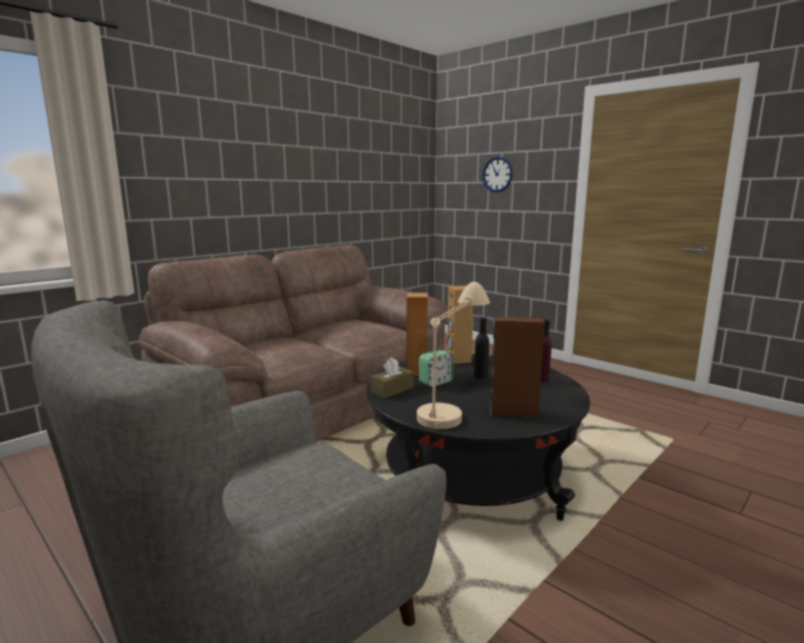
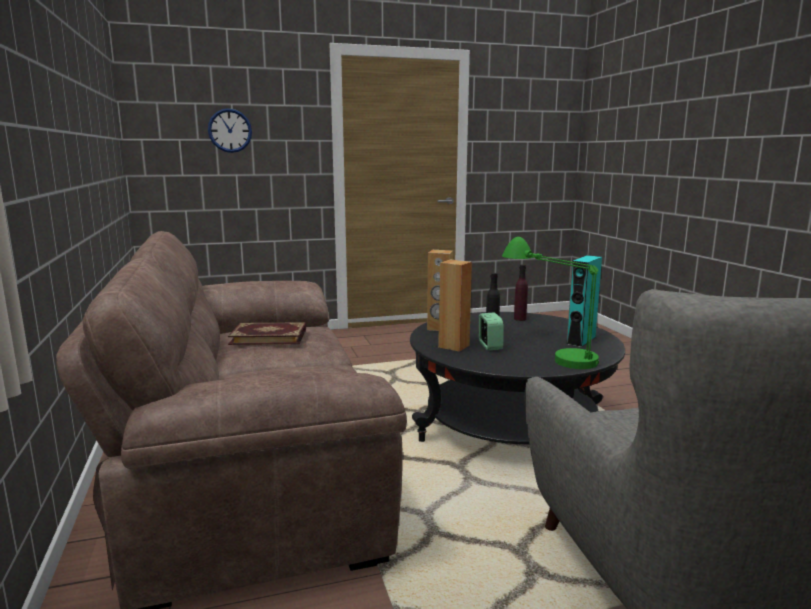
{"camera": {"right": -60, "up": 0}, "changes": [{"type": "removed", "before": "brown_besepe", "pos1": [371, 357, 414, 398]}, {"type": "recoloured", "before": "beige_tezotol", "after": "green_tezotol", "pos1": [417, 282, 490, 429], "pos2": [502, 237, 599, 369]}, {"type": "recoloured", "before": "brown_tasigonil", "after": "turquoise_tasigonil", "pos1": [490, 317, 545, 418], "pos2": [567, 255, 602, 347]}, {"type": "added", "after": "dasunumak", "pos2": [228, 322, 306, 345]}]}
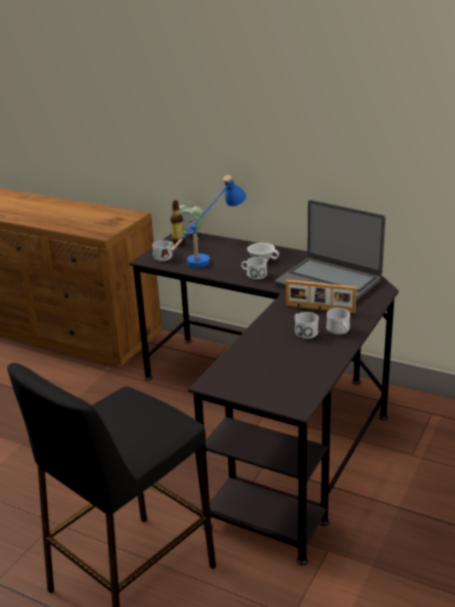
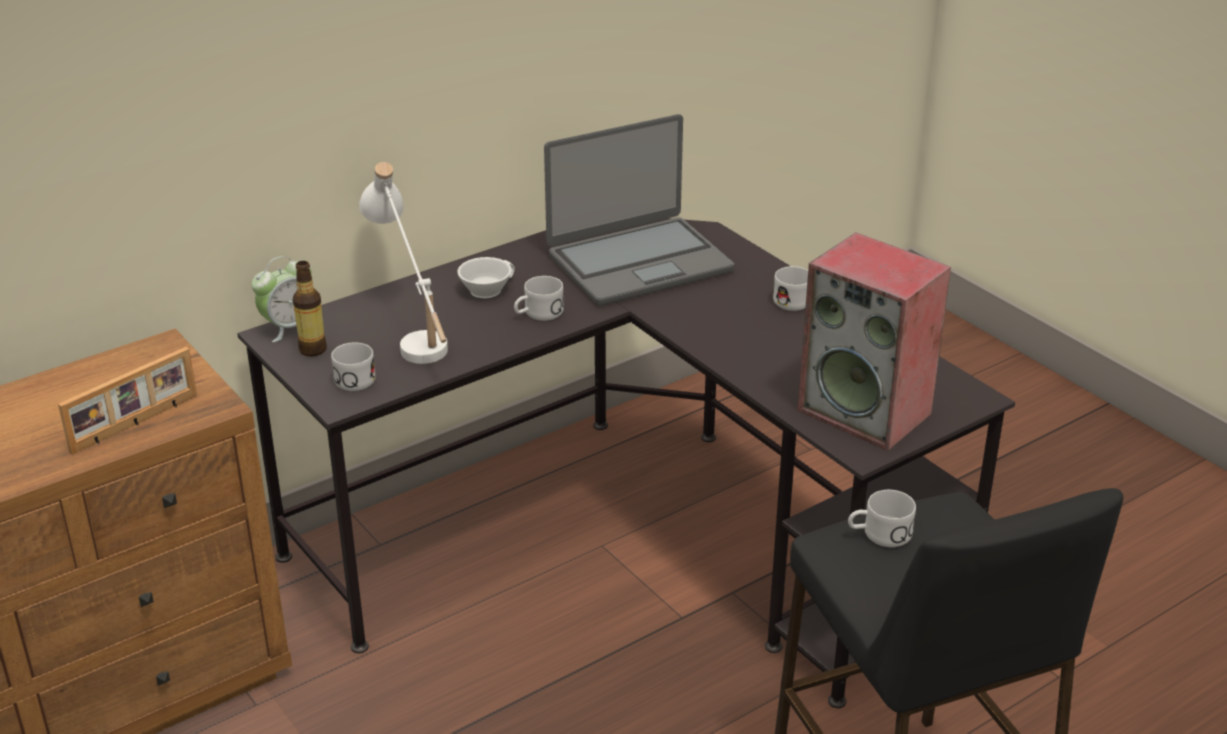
{"camera": {"right": -65, "up": 5}, "changes": [{"type": "recoloured", "before": "blue_tezotol", "after": "white_tezotol", "pos1": [171, 175, 246, 268], "pos2": [359, 162, 448, 364]}, {"type": "moved", "before": "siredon", "pos1": [286, 280, 356, 313], "pos2": [58, 347, 197, 455]}, {"type": "moved", "before": "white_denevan", "pos1": [294, 312, 319, 339], "pos2": [848, 490, 916, 547]}, {"type": "added", "after": "tasigonil", "pos2": [798, 232, 951, 451]}]}
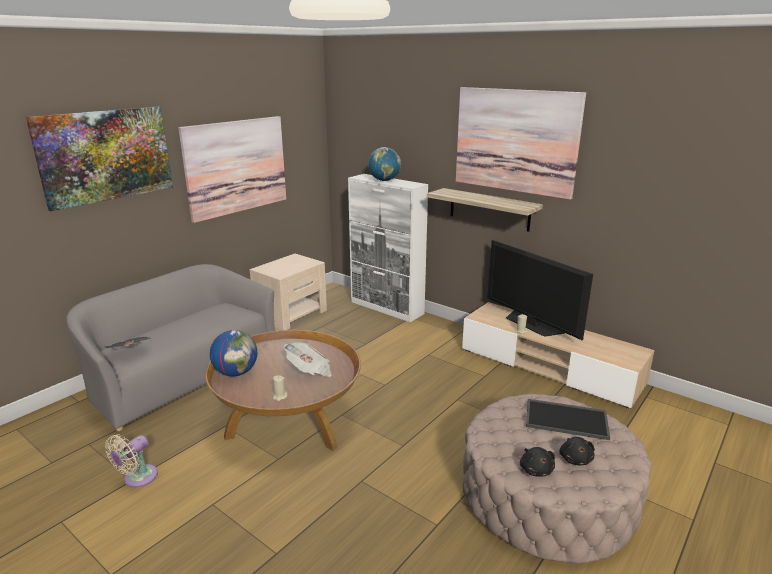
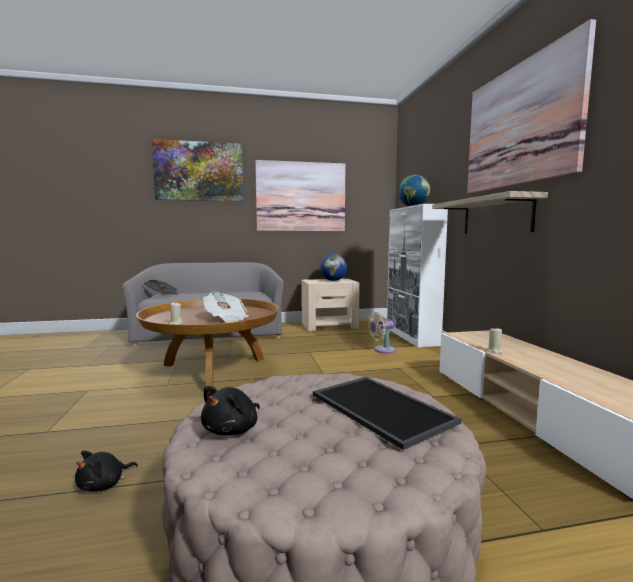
{"camera": {"right": 40, "up": -15}, "changes": [{"type": "moved", "before": "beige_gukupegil", "pos1": [105, 434, 158, 488], "pos2": [368, 312, 396, 353]}, {"type": "moved", "before": "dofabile", "pos1": [210, 330, 257, 376], "pos2": [320, 254, 347, 281]}, {"type": "removed", "before": "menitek", "pos1": [487, 240, 593, 340]}, {"type": "moved", "before": "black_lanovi", "pos1": [559, 437, 595, 465], "pos2": [75, 450, 138, 491]}]}
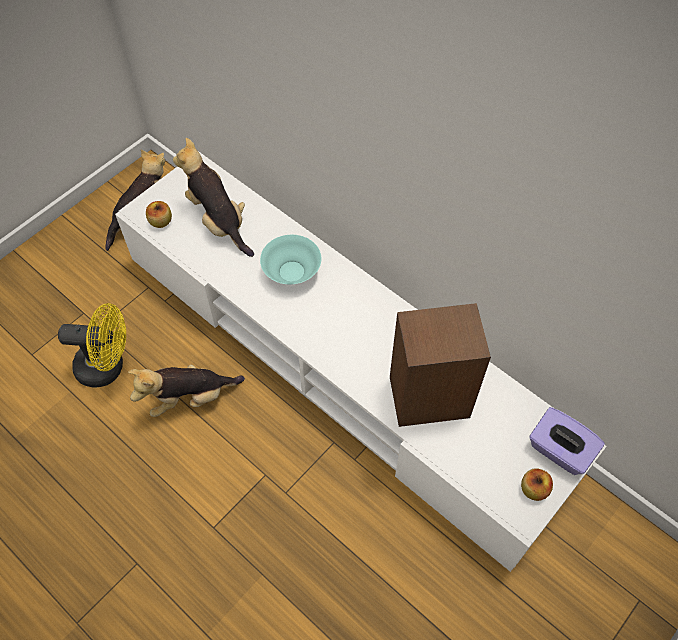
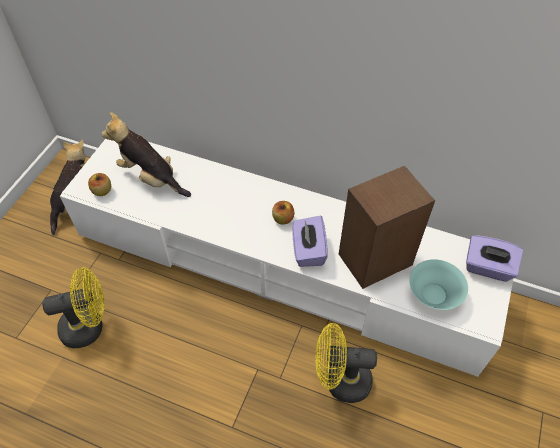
{"camera": {"right": -20, "up": -5}, "changes": [{"type": "removed", "before": "lanovi", "pos1": [128, 365, 245, 417]}, {"type": "moved", "before": "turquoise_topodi", "pos1": [260, 235, 321, 284], "pos2": [409, 259, 468, 310]}, {"type": "moved", "before": "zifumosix", "pos1": [521, 468, 553, 501], "pos2": [272, 201, 295, 224]}, {"type": "added", "after": "purple_besepe", "pos2": [292, 216, 328, 267]}, {"type": "added", "after": "yellow_gukupegil", "pos2": [315, 323, 377, 403]}]}
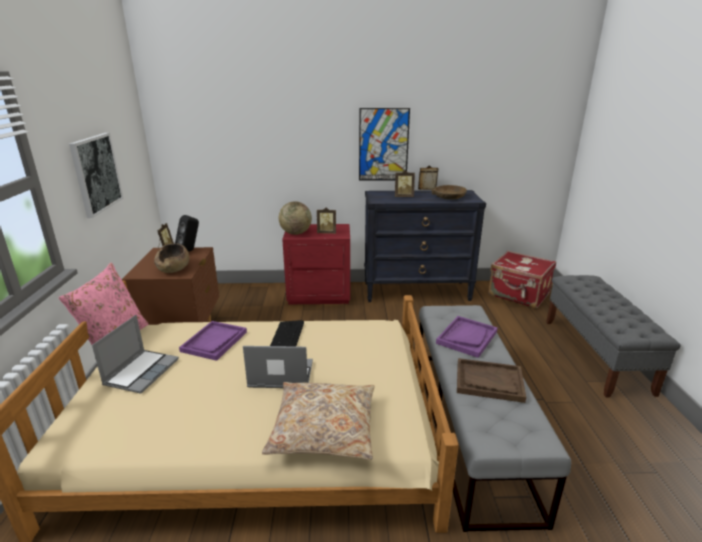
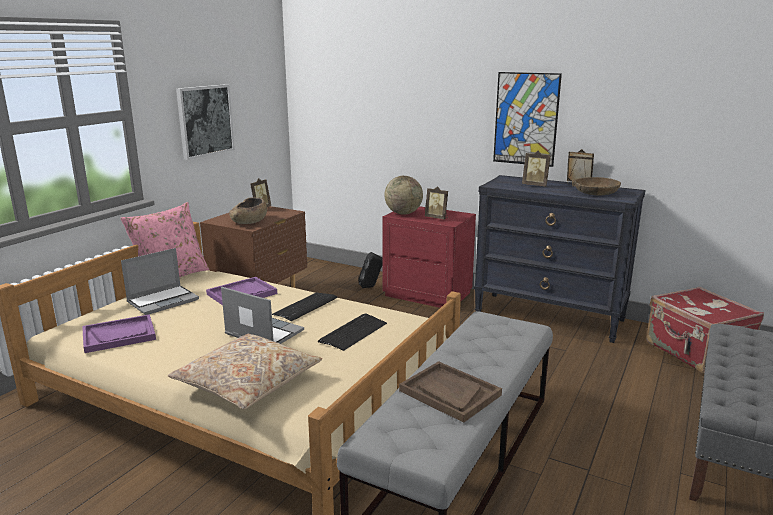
{"camera": {"right": 30, "up": -5}, "changes": [{"type": "moved", "before": "black_tasigonil", "pos1": [175, 215, 199, 252], "pos2": [358, 252, 382, 288]}, {"type": "moved", "before": "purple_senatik", "pos1": [436, 316, 498, 358], "pos2": [82, 314, 156, 353]}, {"type": "added", "after": "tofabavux", "pos2": [318, 313, 387, 351]}]}
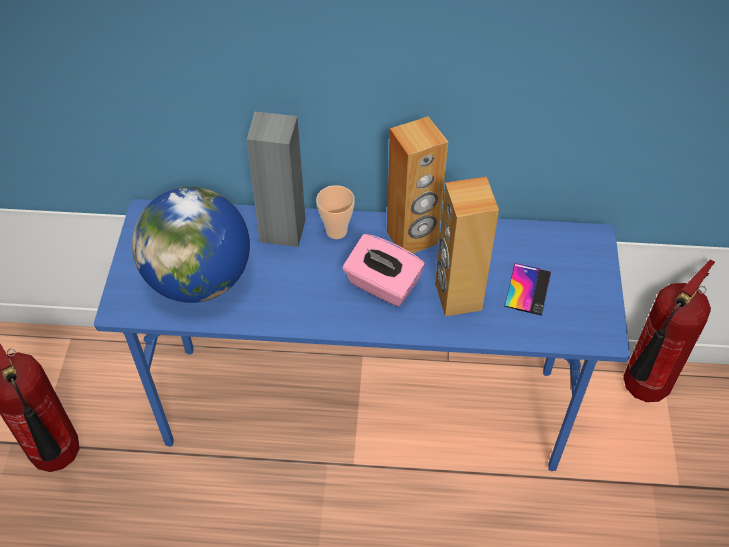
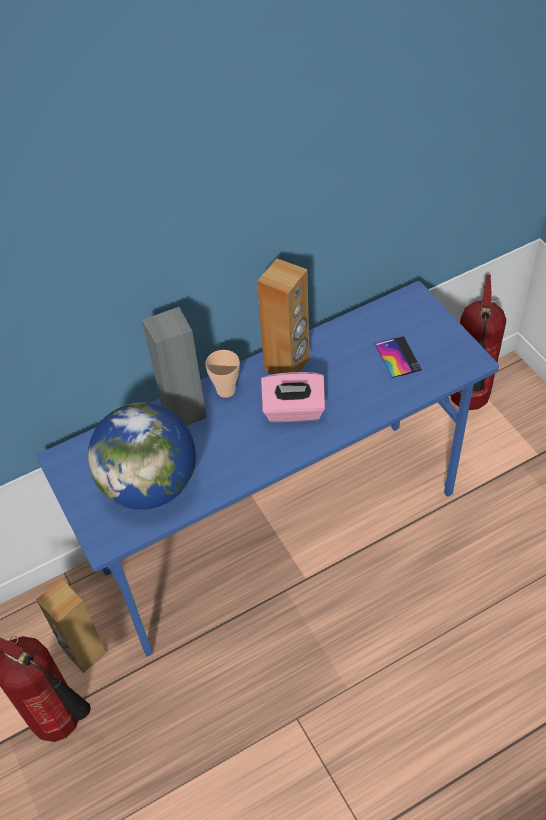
{"camera": {"right": -30, "up": 0}, "changes": [{"type": "moved", "before": "brown_tasigonil", "pos1": [435, 177, 499, 317], "pos2": [36, 579, 106, 673]}]}
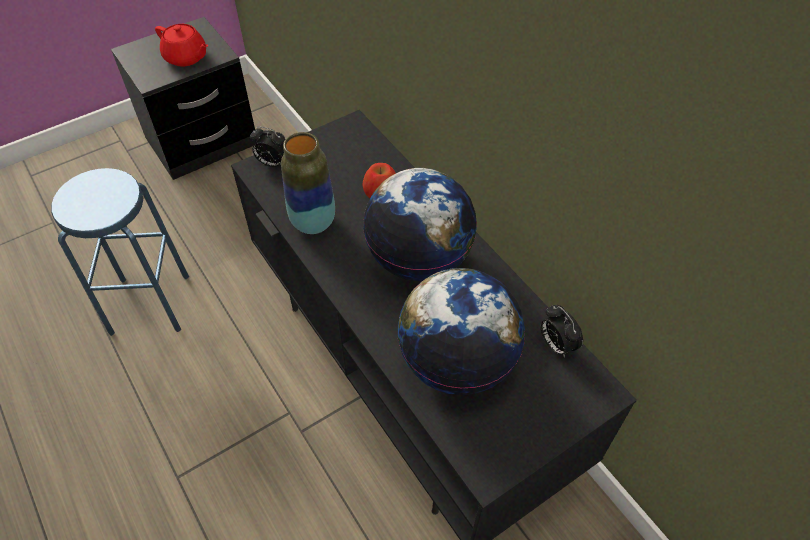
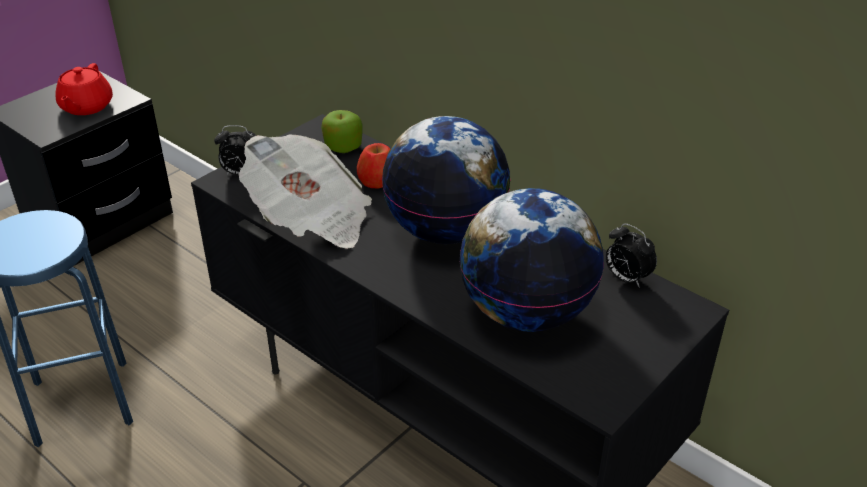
{"camera": {"right": -15, "up": -15}, "changes": [{"type": "turned", "before": "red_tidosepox", "pos1": [155, 24, 208, 67], "pos2": [56, 63, 113, 115], "turn": 75}, {"type": "replaced", "before": "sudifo", "after": "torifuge", "pos1": [281, 132, 335, 234], "pos2": [238, 134, 372, 249]}, {"type": "added", "after": "zifumosix", "pos2": [321, 110, 363, 153]}]}
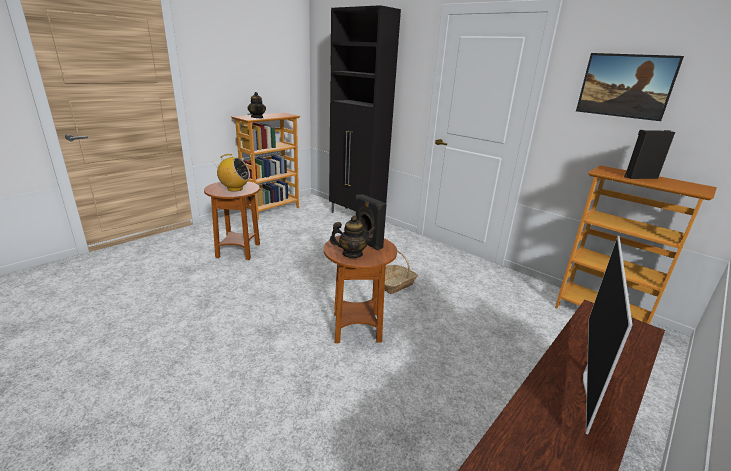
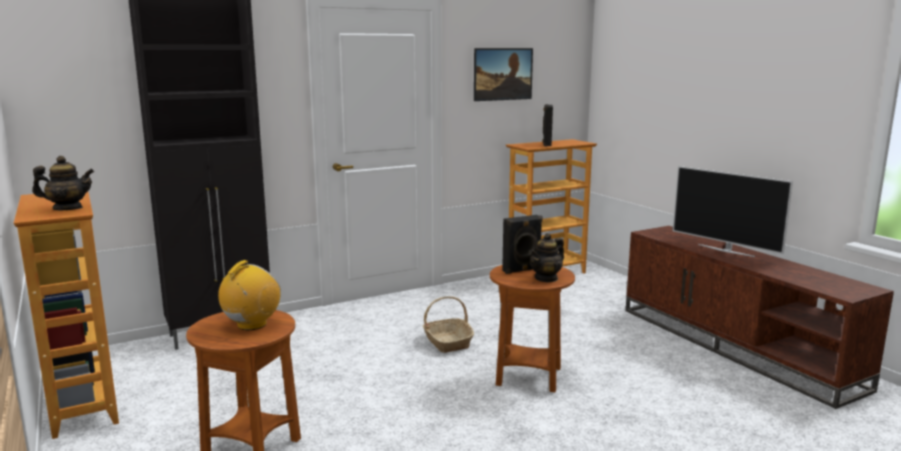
{"camera": {"right": -70, "up": -10}, "changes": [{"type": "turned", "before": "tidosepox", "pos1": [330, 216, 377, 258], "pos2": [529, 233, 564, 283], "turn": -150}]}
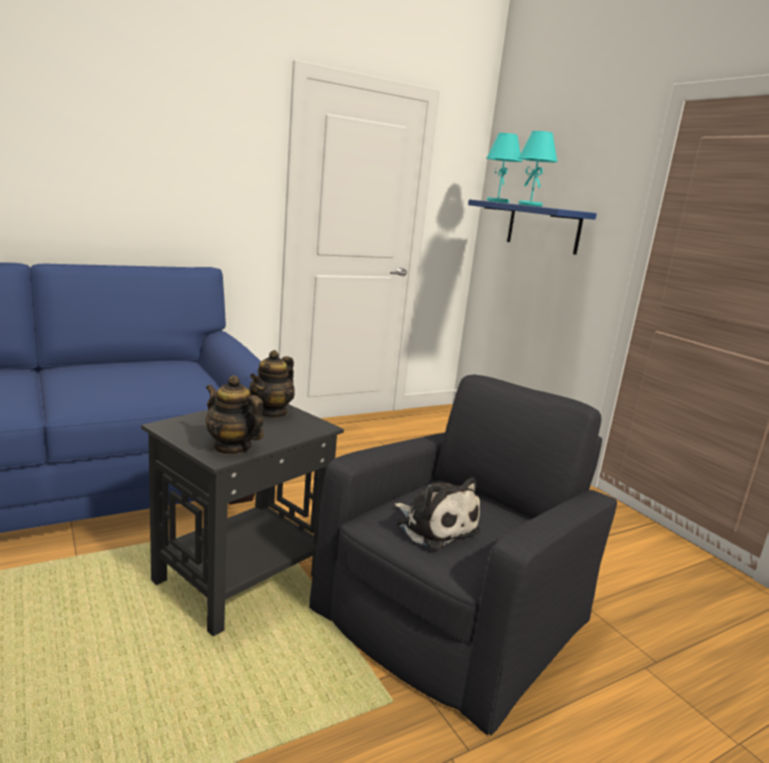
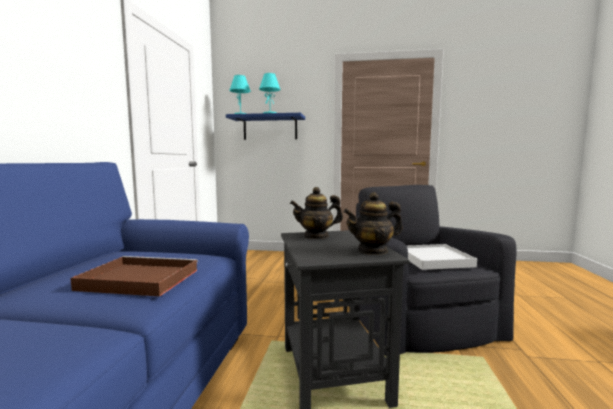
{"camera": {"right": -50, "up": -10}, "changes": [{"type": "turned", "before": "tidosepox", "pos1": [249, 350, 295, 419], "pos2": [290, 187, 343, 239], "turn": 105}, {"type": "replaced", "before": "lanovi", "after": "white_senatik", "pos1": [395, 477, 481, 550], "pos2": [406, 244, 477, 270]}, {"type": "added", "after": "brown_senatik", "pos2": [70, 256, 198, 297]}]}
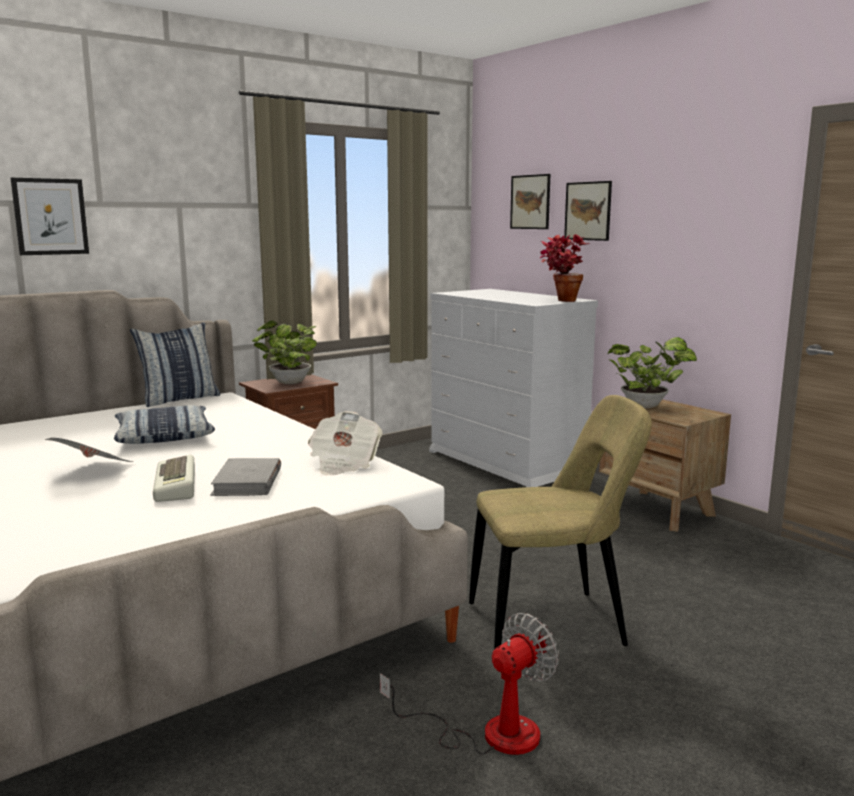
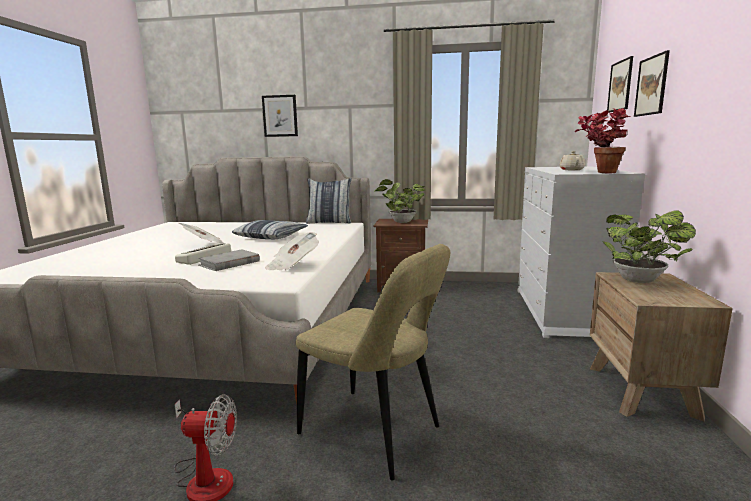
{"camera": {"right": 45, "up": 0}, "changes": [{"type": "added", "after": "beige_tidosepox", "pos2": [560, 151, 585, 170]}]}
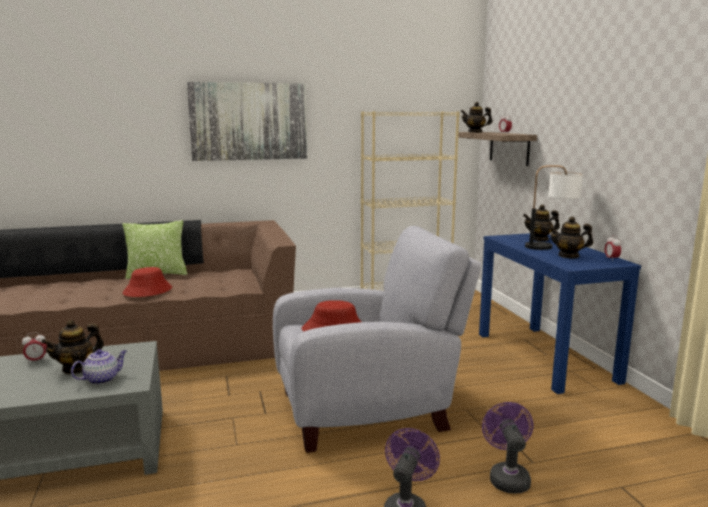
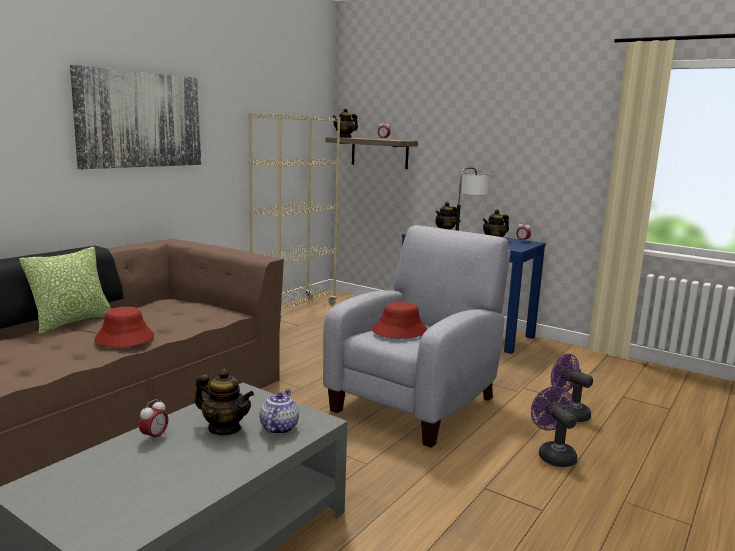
{"camera": {"right": -40, "up": 0}, "changes": [{"type": "turned", "before": "tidosepox", "pos1": [41, 320, 104, 374], "pos2": [195, 369, 254, 435], "turn": -75}]}
